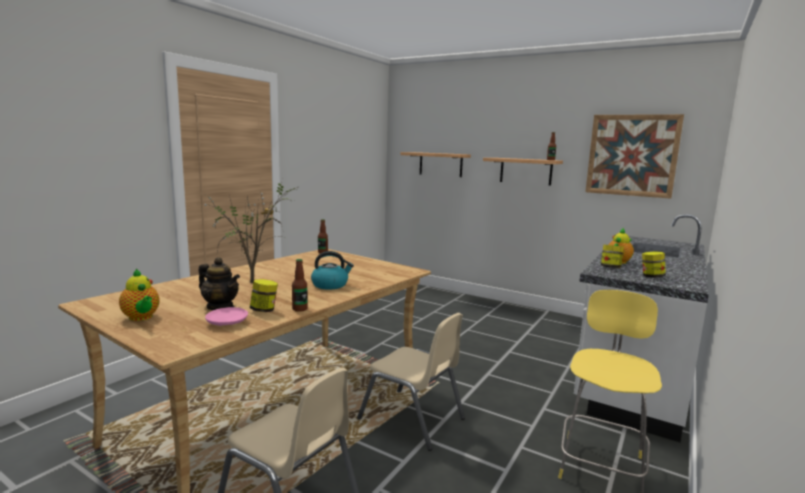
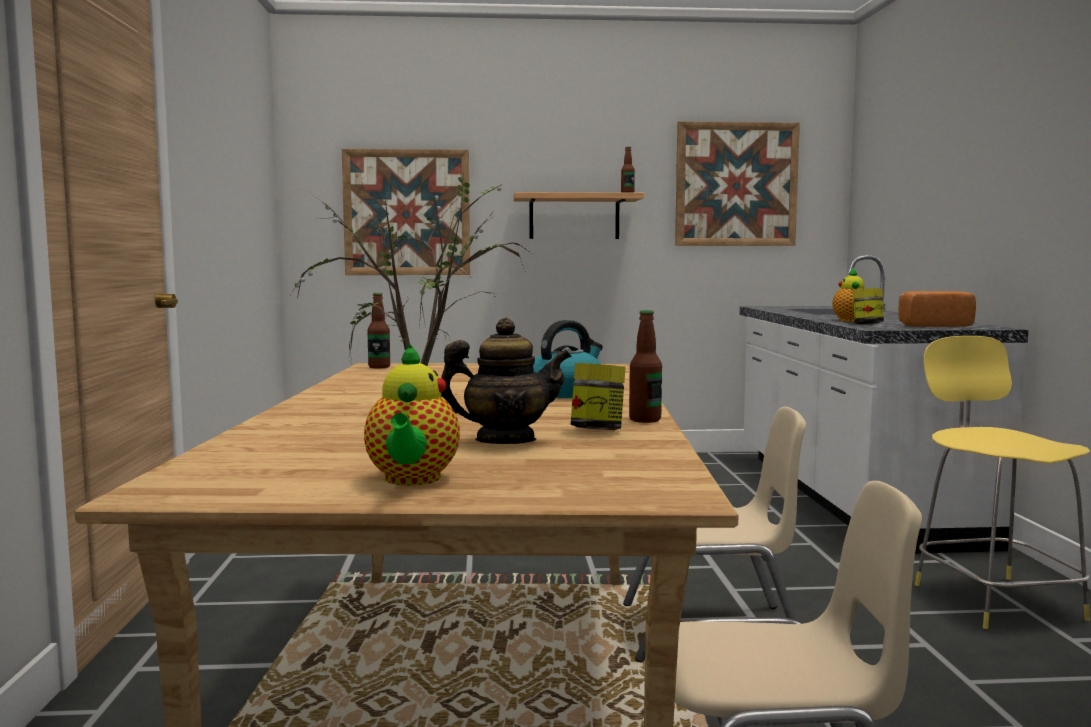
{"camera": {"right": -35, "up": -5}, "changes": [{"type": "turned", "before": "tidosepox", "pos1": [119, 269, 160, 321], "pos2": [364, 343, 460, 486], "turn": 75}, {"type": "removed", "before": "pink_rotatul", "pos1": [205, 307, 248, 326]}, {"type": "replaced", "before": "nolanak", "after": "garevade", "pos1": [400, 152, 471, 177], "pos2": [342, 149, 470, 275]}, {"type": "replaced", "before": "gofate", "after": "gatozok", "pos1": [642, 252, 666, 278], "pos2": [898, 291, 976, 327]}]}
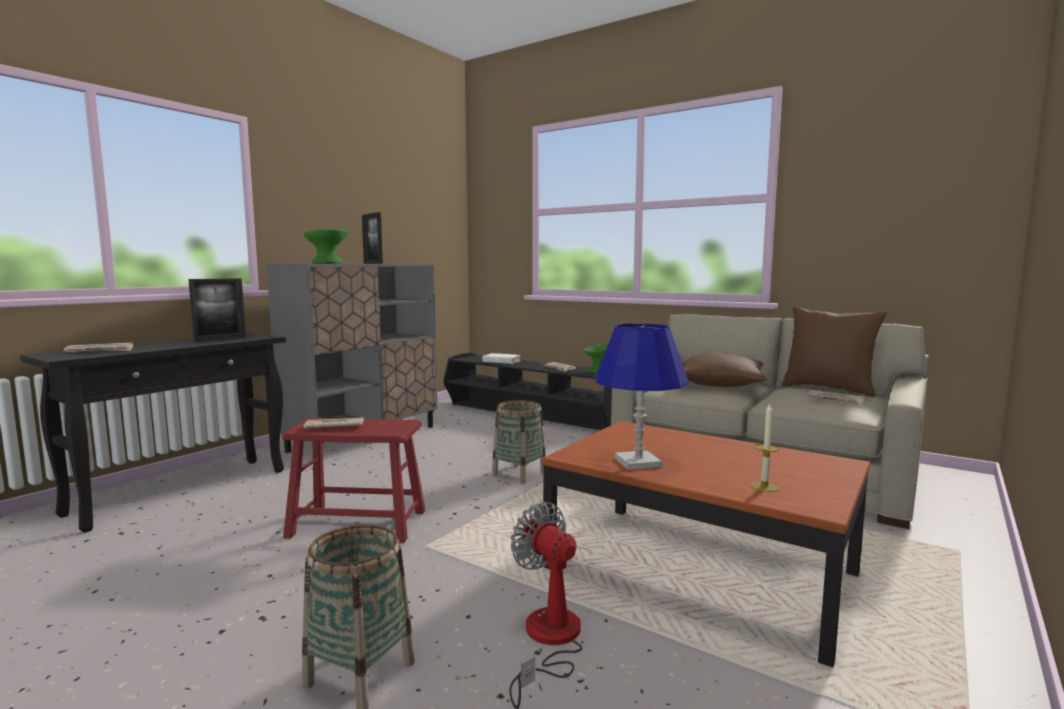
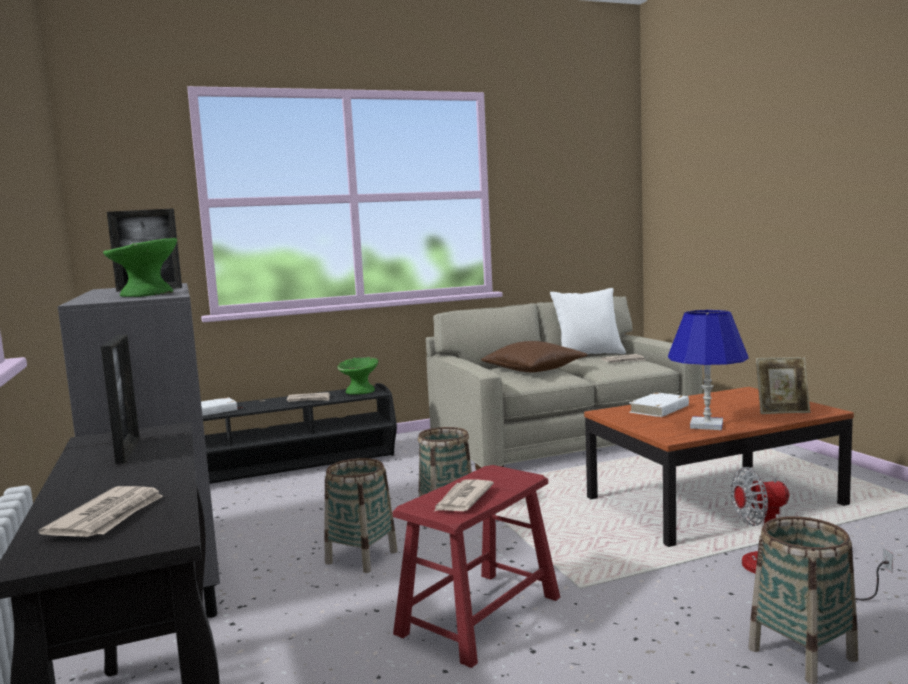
{"camera": {"right": -55, "up": 0}, "changes": [{"type": "replaced", "before": "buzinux", "after": "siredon", "pos1": [750, 403, 779, 492], "pos2": [756, 357, 810, 414]}, {"type": "recoloured", "before": "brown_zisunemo", "after": "white_zisunemo", "pos1": [781, 307, 887, 397], "pos2": [550, 288, 626, 354]}, {"type": "added", "after": "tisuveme", "pos2": [324, 458, 398, 573]}, {"type": "added", "after": "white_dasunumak", "pos2": [629, 392, 689, 417]}]}
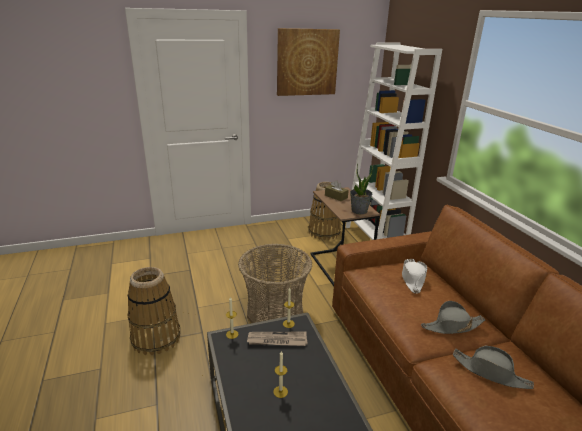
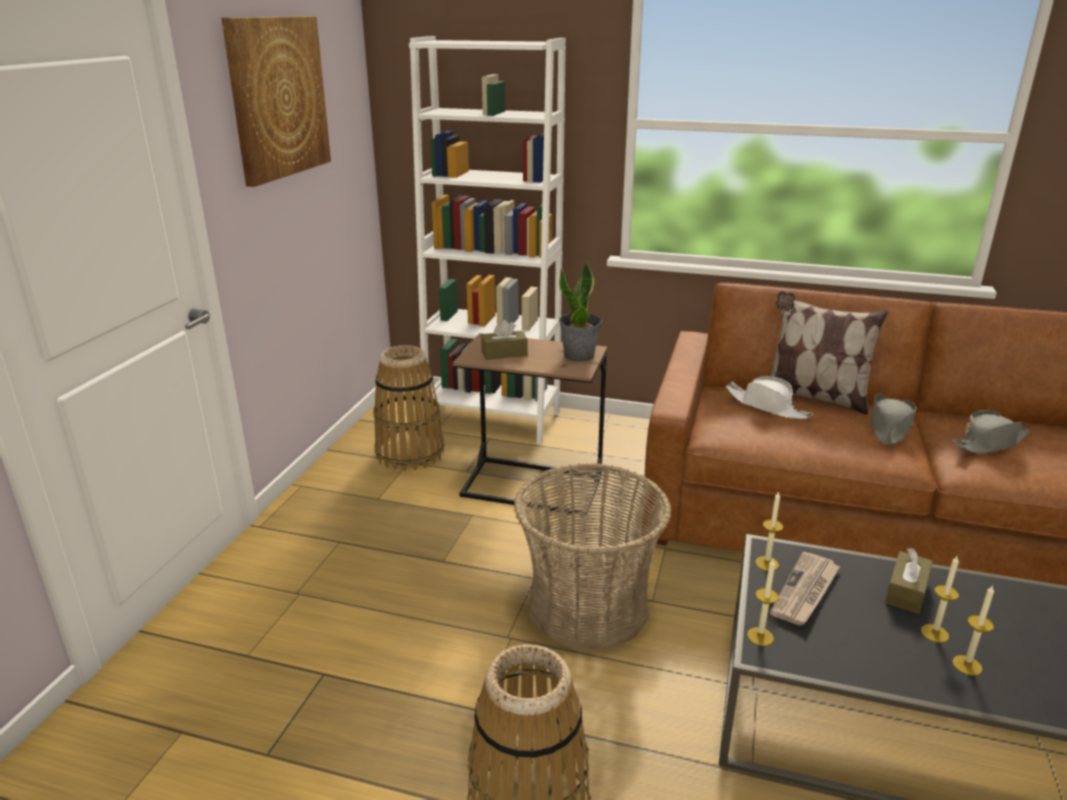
{"camera": {"right": -55, "up": 0}, "changes": [{"type": "added", "after": "zisunemo", "pos2": [770, 291, 889, 415]}, {"type": "added", "after": "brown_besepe", "pos2": [885, 548, 933, 614]}, {"type": "added", "after": "buzinux", "pos2": [952, 585, 994, 676]}]}
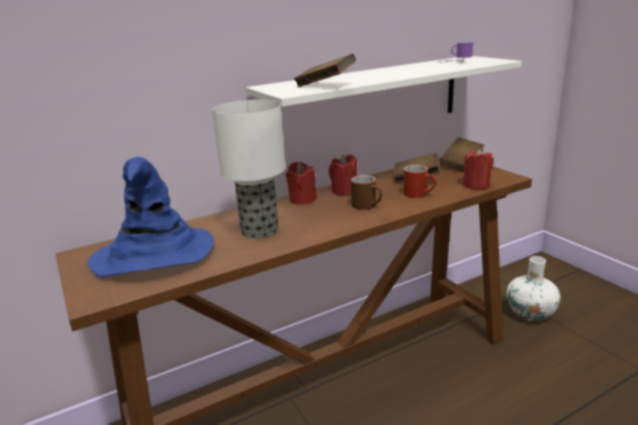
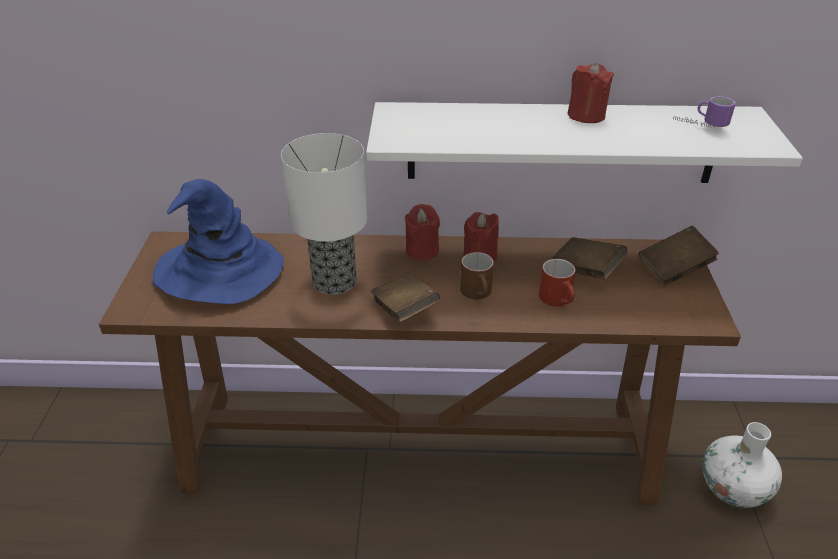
{"camera": {"right": 30, "up": 15}, "changes": [{"type": "moved", "before": "brown_dasunumak", "pos1": [294, 54, 356, 88], "pos2": [370, 272, 440, 322]}, {"type": "moved", "before": "red_buzinux", "pos1": [463, 148, 494, 189], "pos2": [568, 62, 614, 123]}]}
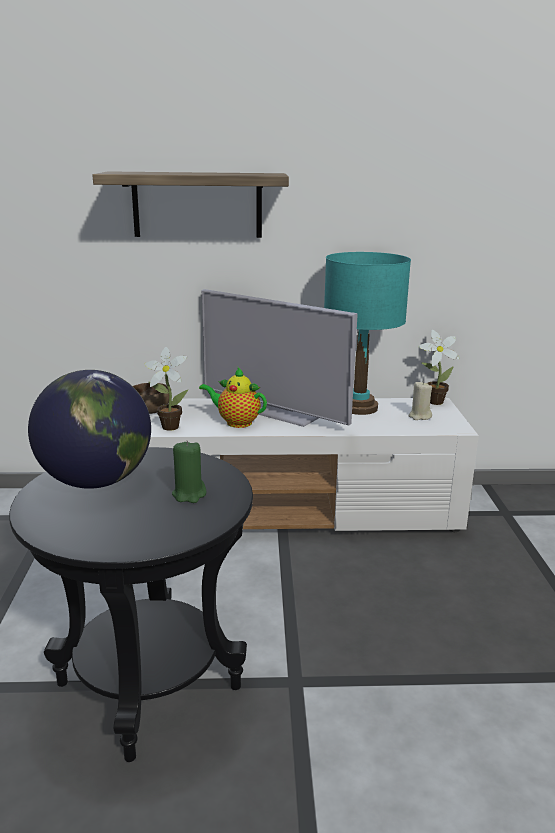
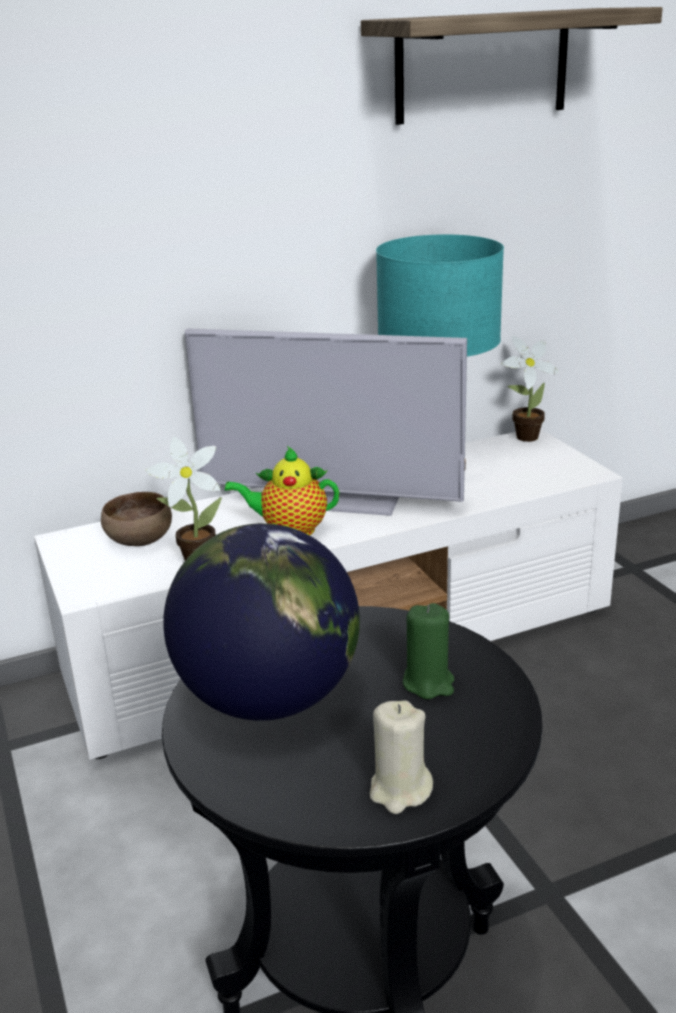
{"camera": {"right": -20, "up": 5}, "changes": [{"type": "moved", "before": "nolanak", "pos1": [92, 171, 289, 238], "pos2": [361, 7, 663, 125]}, {"type": "moved", "before": "beige_buzinux", "pos1": [409, 381, 432, 420], "pos2": [370, 700, 433, 814]}]}
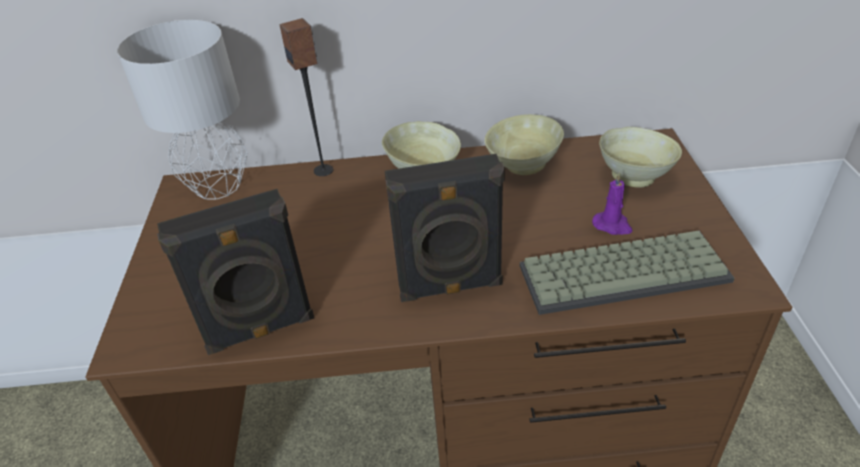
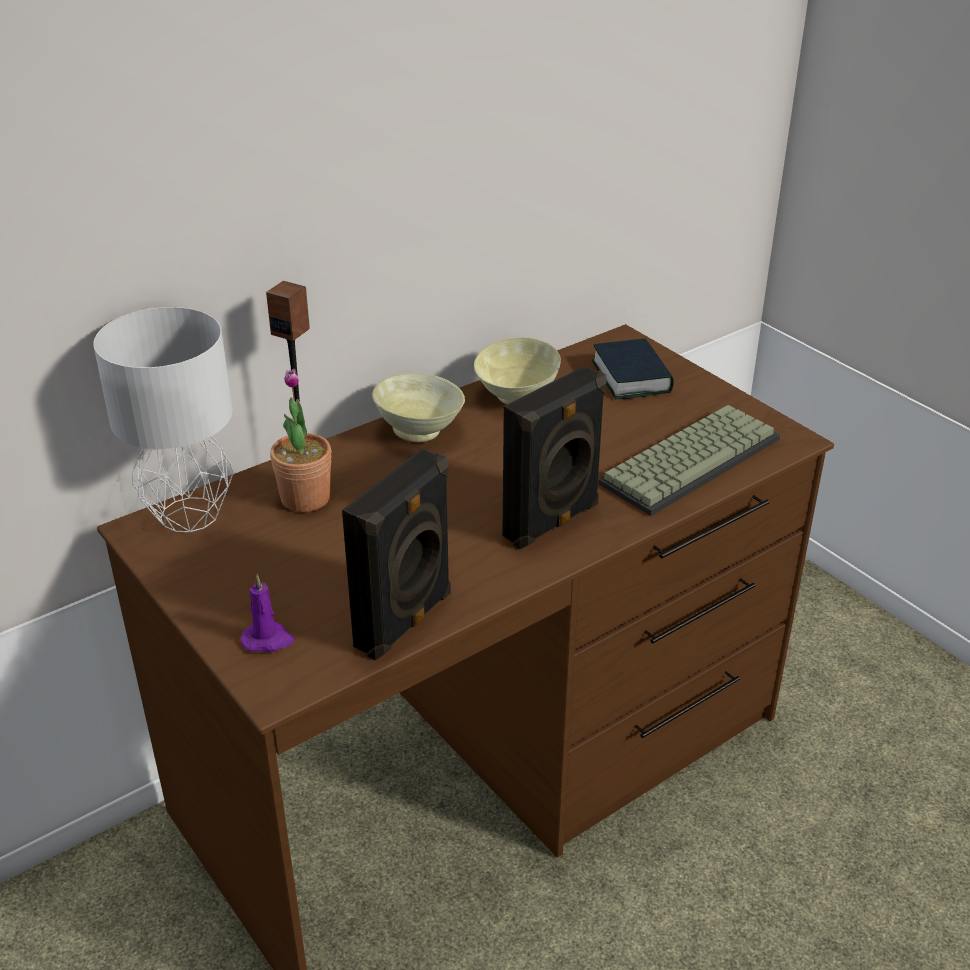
{"camera": {"right": -35, "up": -5}, "changes": [{"type": "moved", "before": "purple_buzinux", "pos1": [592, 172, 632, 235], "pos2": [241, 574, 295, 652]}, {"type": "replaced", "before": "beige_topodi", "after": "dasunumak", "pos1": [599, 127, 682, 188], "pos2": [592, 338, 674, 400]}, {"type": "added", "after": "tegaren", "pos2": [270, 369, 331, 512]}]}
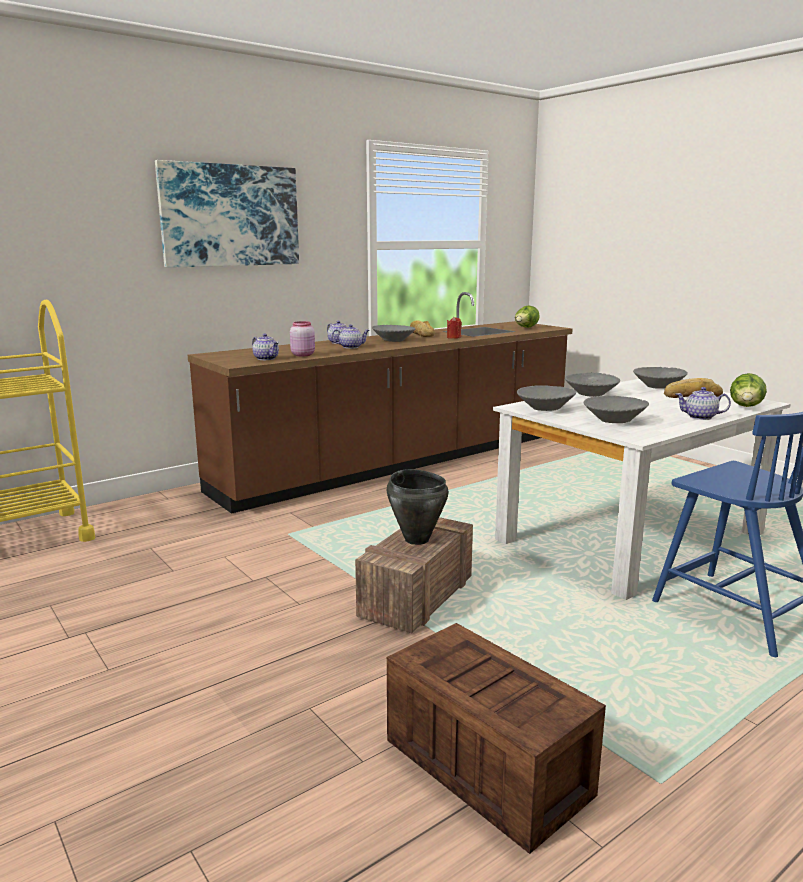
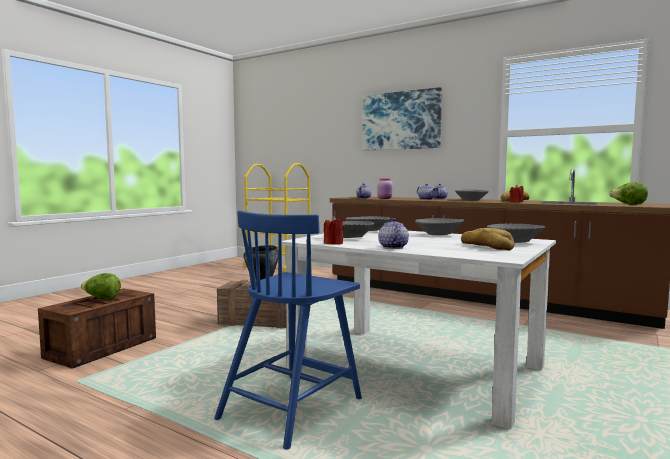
{"camera": {"right": 70, "up": -10}, "changes": [{"type": "moved", "before": "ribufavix", "pos1": [730, 373, 767, 407], "pos2": [81, 273, 121, 299]}, {"type": "added", "after": "red_buzinux", "pos2": [324, 216, 343, 245]}]}
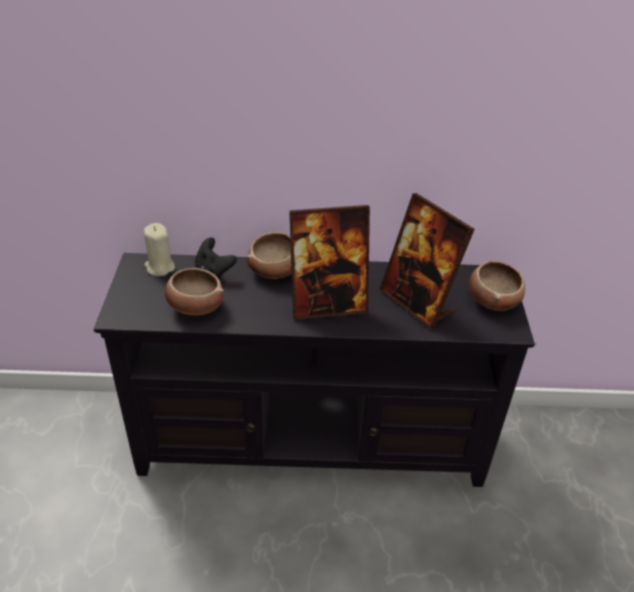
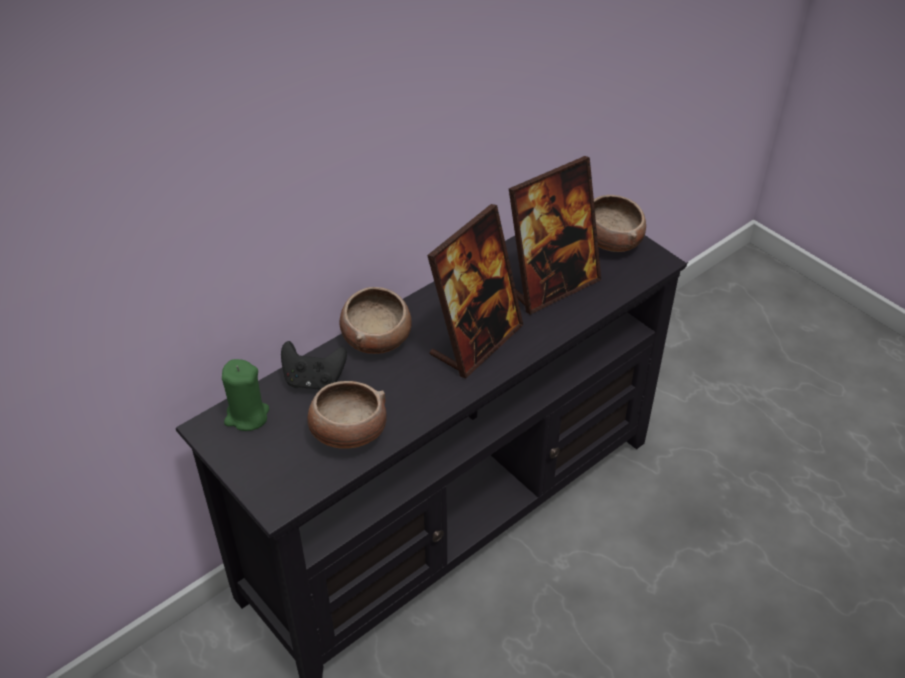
{"camera": {"right": -40, "up": 5}, "changes": [{"type": "recoloured", "before": "beige_buzinux", "after": "green_buzinux", "pos1": [143, 223, 175, 276], "pos2": [222, 359, 269, 431]}, {"type": "turned", "before": "siredon", "pos1": [379, 193, 474, 329], "pos2": [509, 156, 601, 315], "turn": -45}]}
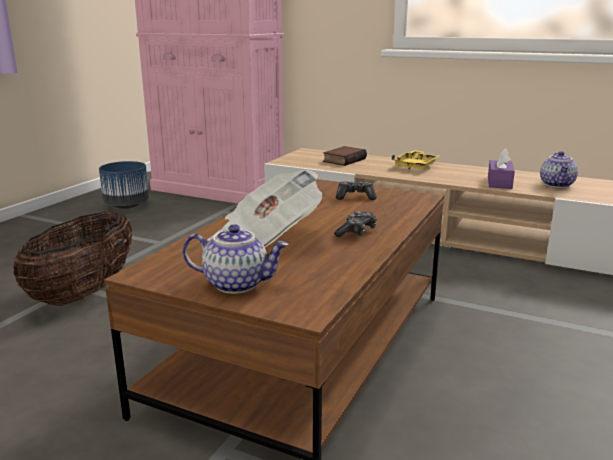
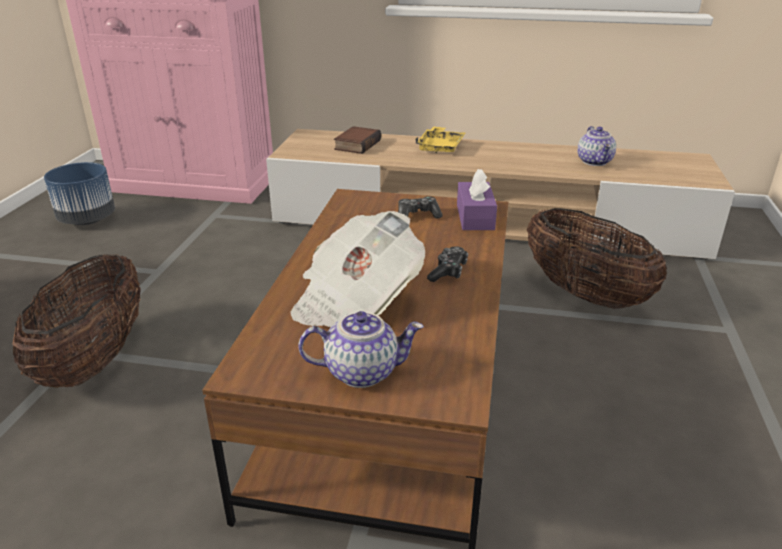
{"camera": {"right": -15, "up": 10}, "changes": [{"type": "moved", "before": "purple_besepe", "pos1": [488, 148, 515, 189], "pos2": [457, 169, 497, 230]}, {"type": "added", "after": "tisuveme", "pos2": [527, 208, 667, 309]}]}
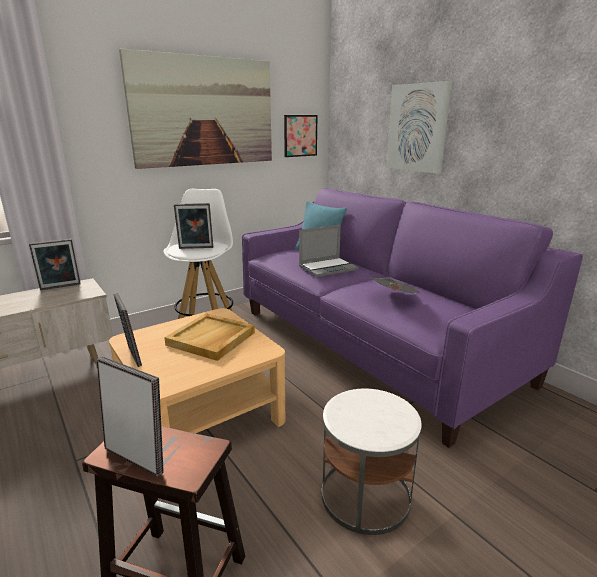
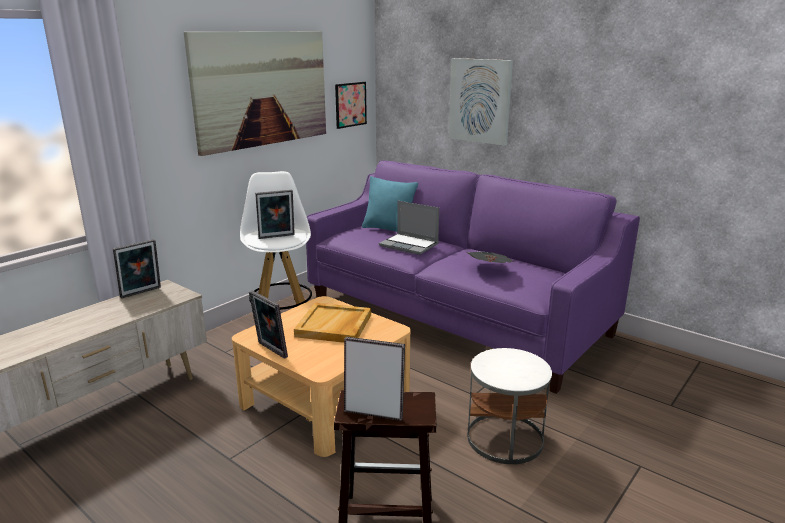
{"camera": {"right": -15, "up": 0}, "changes": [{"type": "turned", "before": "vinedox", "pos1": [299, 225, 358, 277], "pos2": [379, 201, 439, 255], "turn": 75}]}
